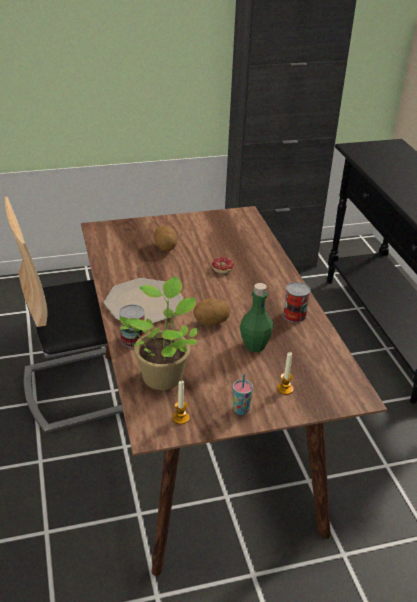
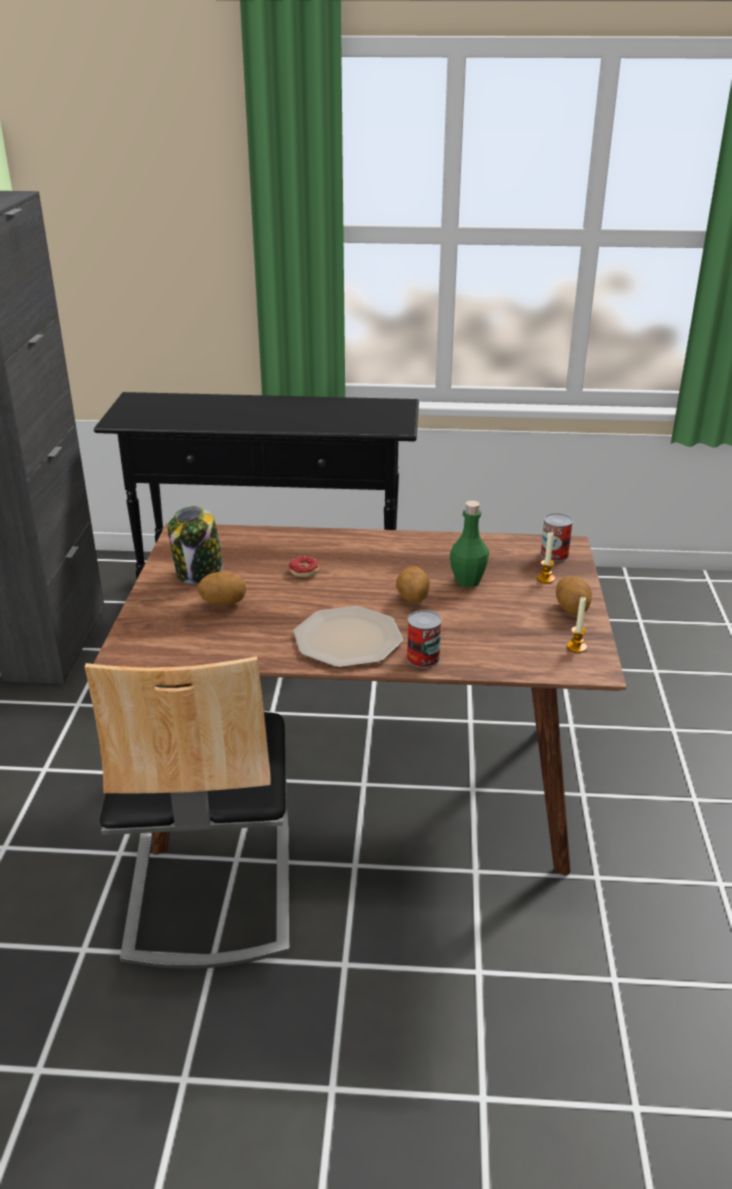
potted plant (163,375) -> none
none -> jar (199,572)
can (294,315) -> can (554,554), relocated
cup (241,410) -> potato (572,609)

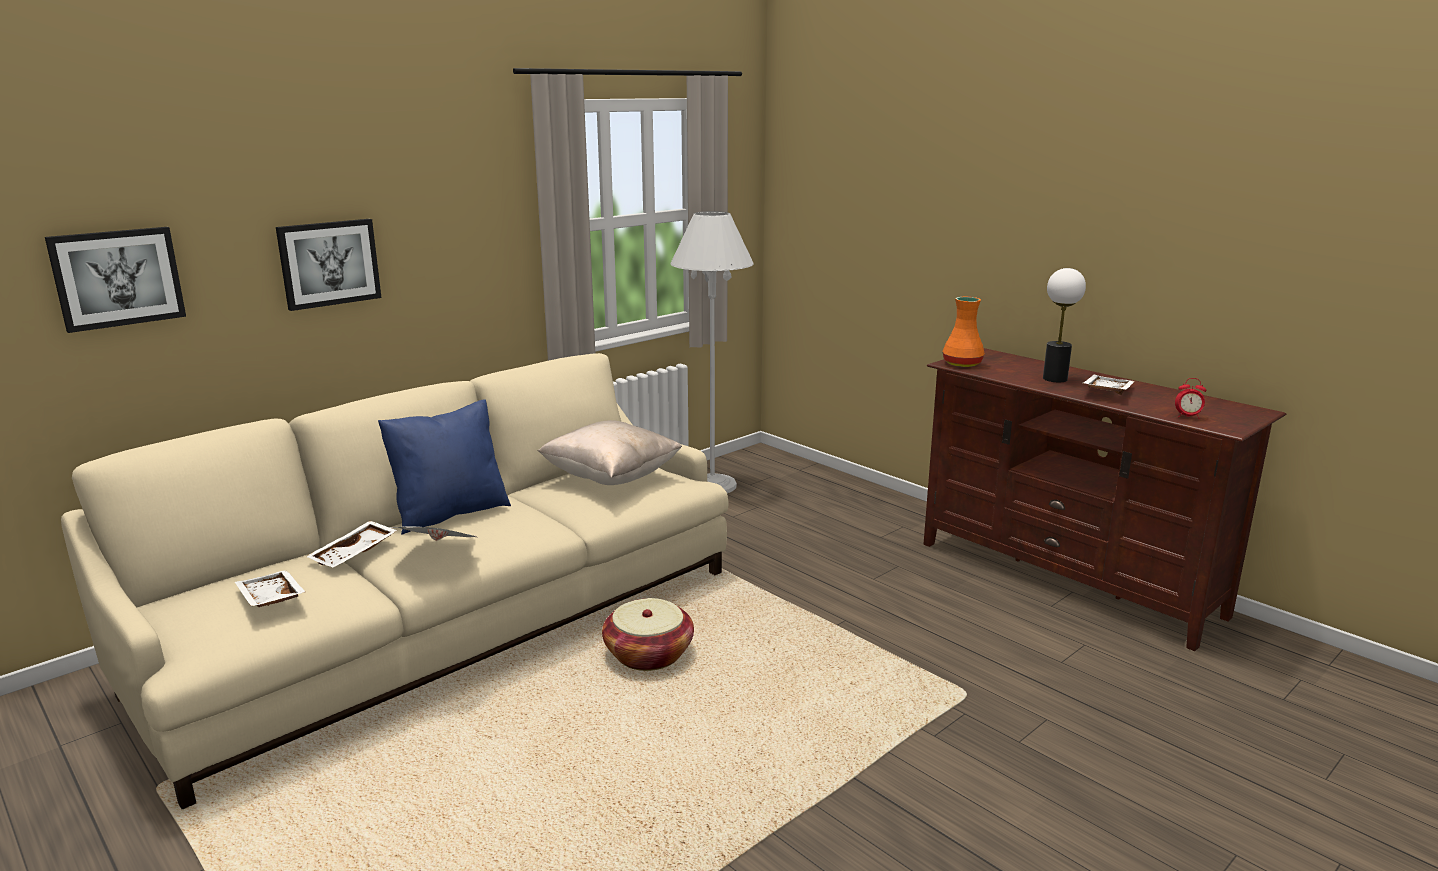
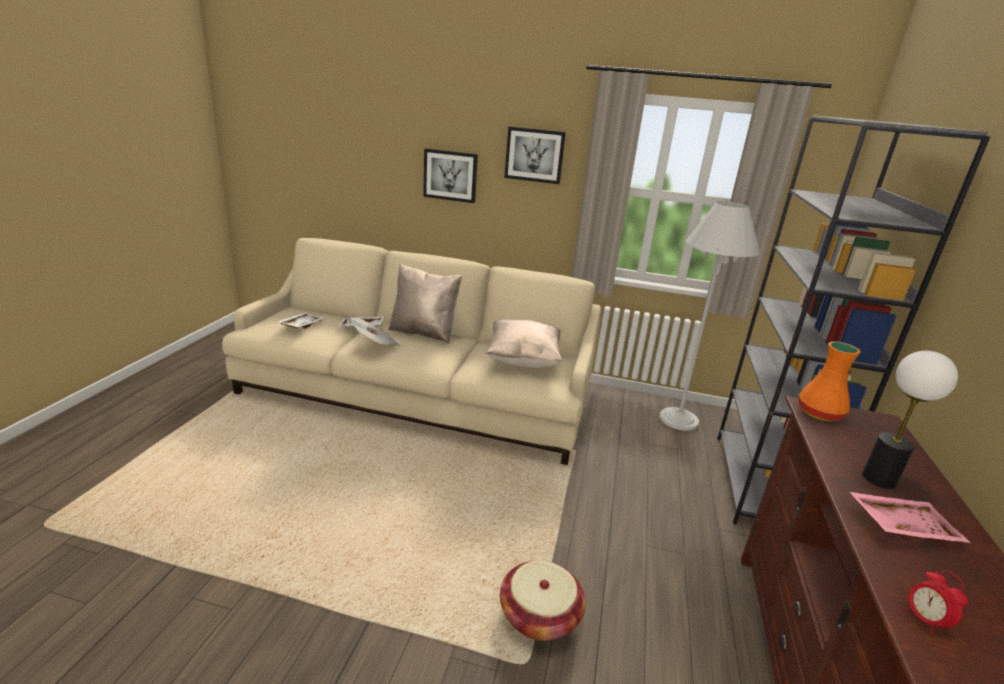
none -> grey bookcase (763,484)
picture (117,278) -> picture (534,155), relocated
basket (648,654) -> basket (539,615), relocated
blue pillow (450,513) -> beige pillow (424,332)
white tray (1106,392) -> pink tray (901,526)

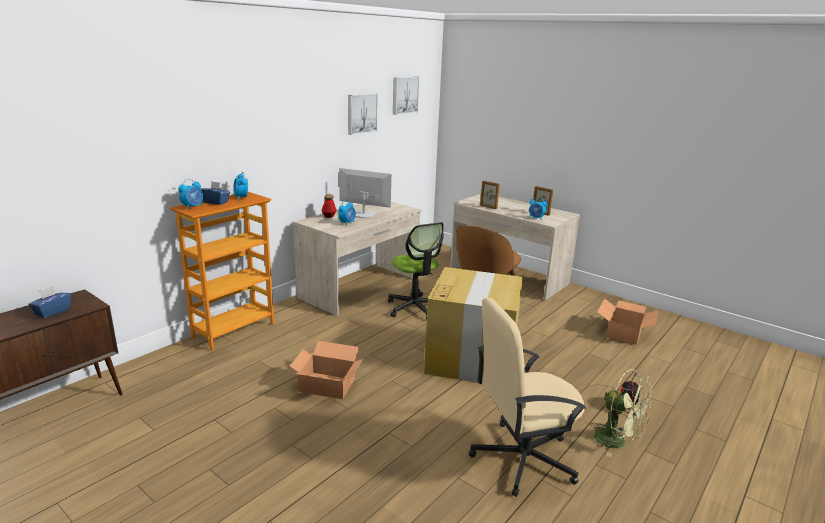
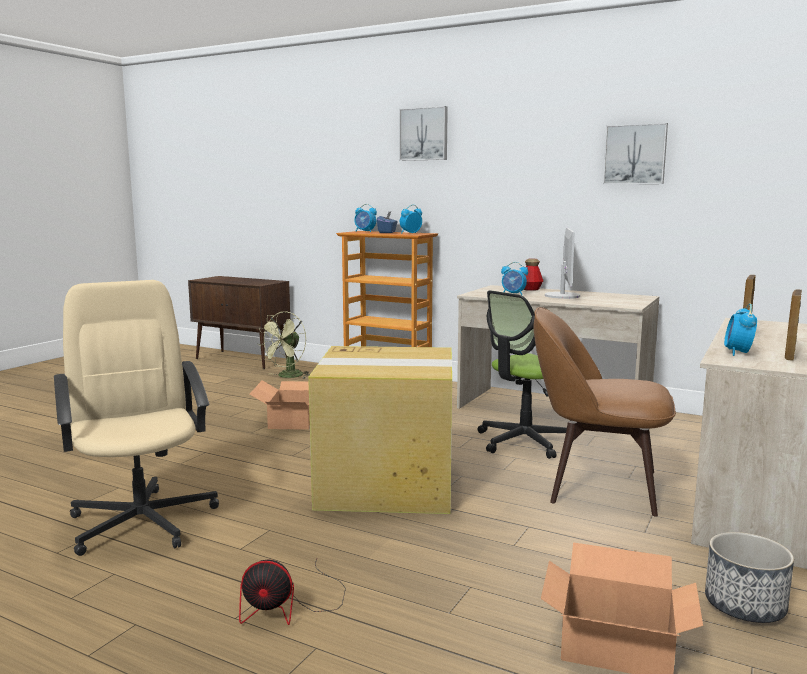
blue tissue box (52,312) -> none
none -> planter (745,606)
picture (404,95) -> picture (424,134), relocated
green fan (616,441) -> green fan (287,376), relocated

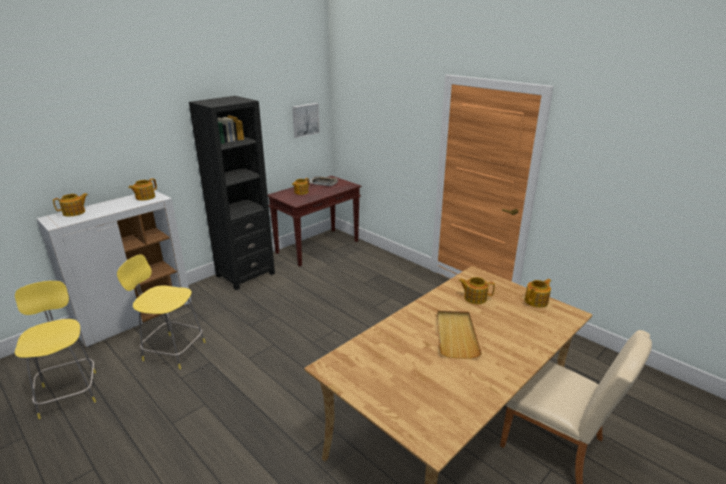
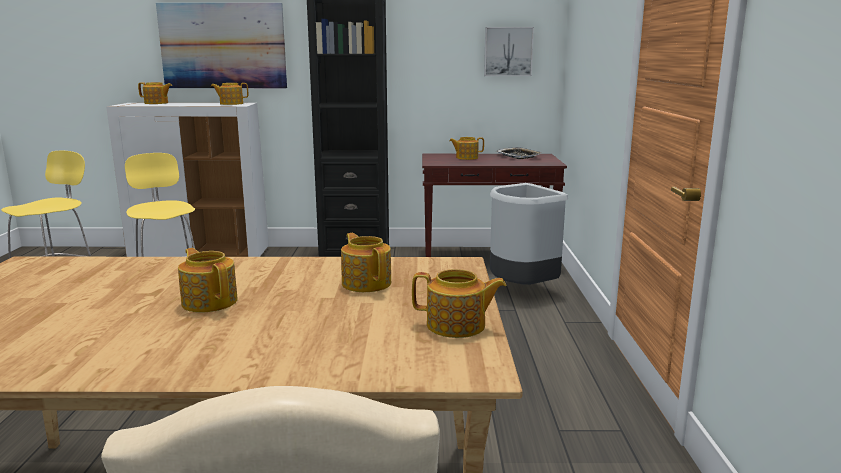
none -> picture (223,46)
none -> grey trash can (521,289)
beige tray (456,335) -> teapot (210,301)

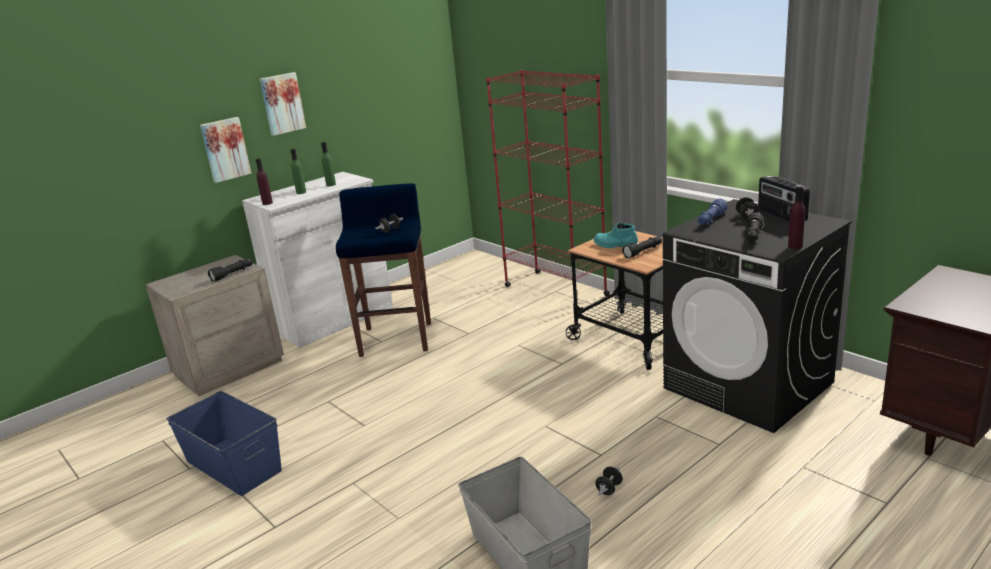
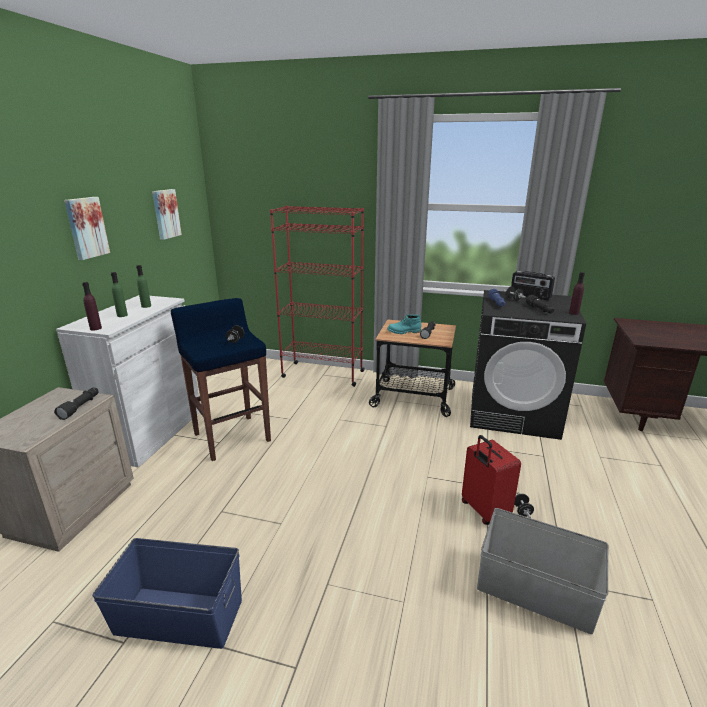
none -> red suitcase (483,510)
picture (225,149) -> picture (165,214), relocated

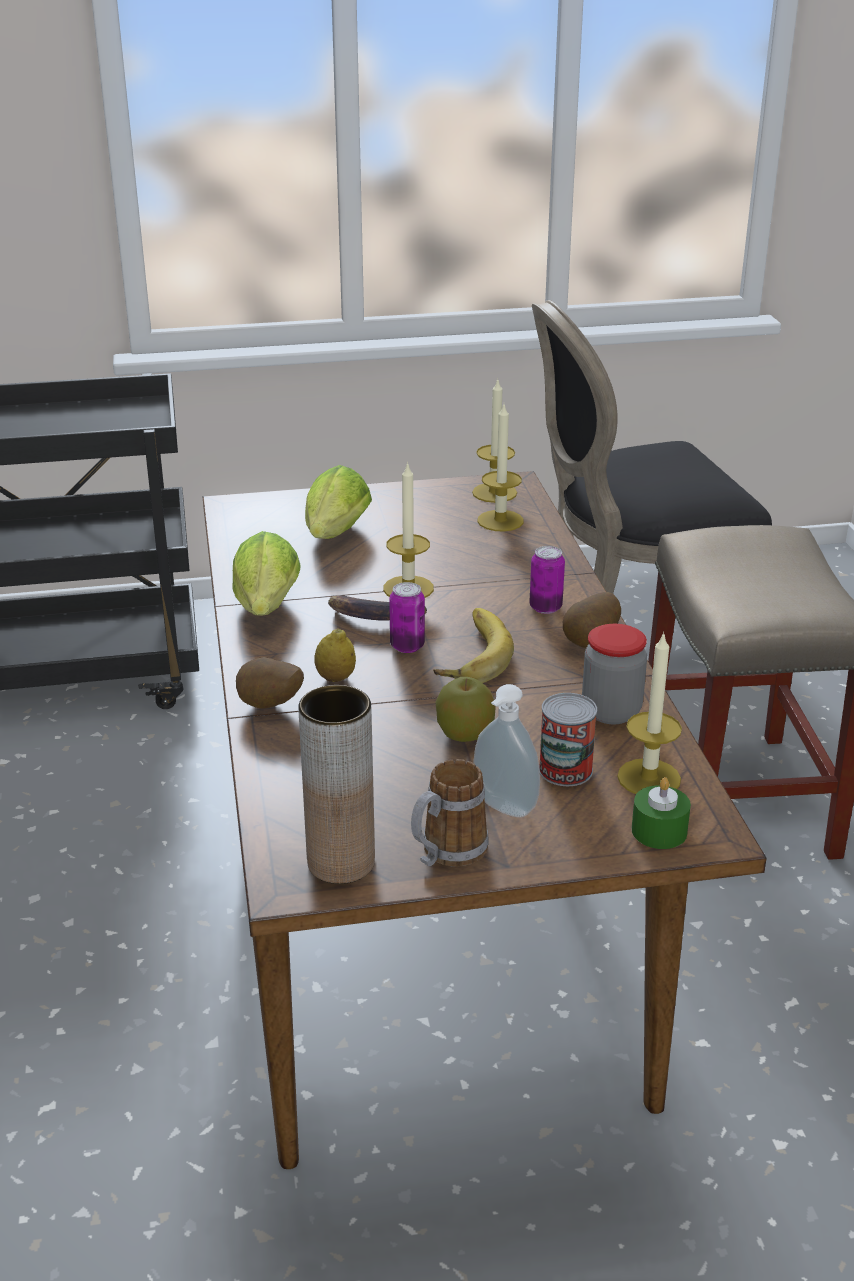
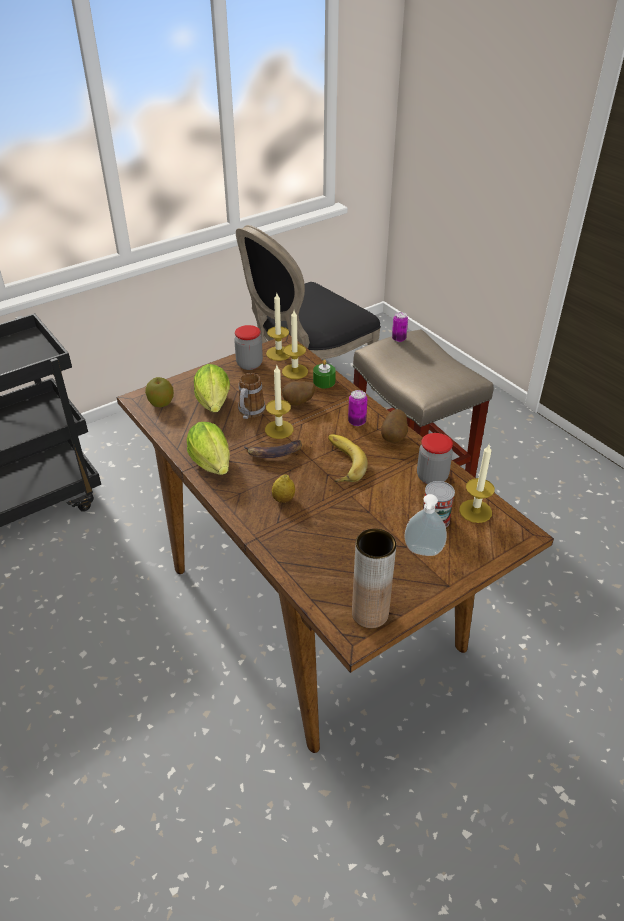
none -> jar (249,364)
potato (269,707) -> potato (298,404), relocated
can (407,646) -> can (398,339), relocated
mug (446,854) -> mug (249,413), relocated
apple (464,734) -> apple (161,403), relocated
green candle (659,831) -> green candle (324,382), relocated

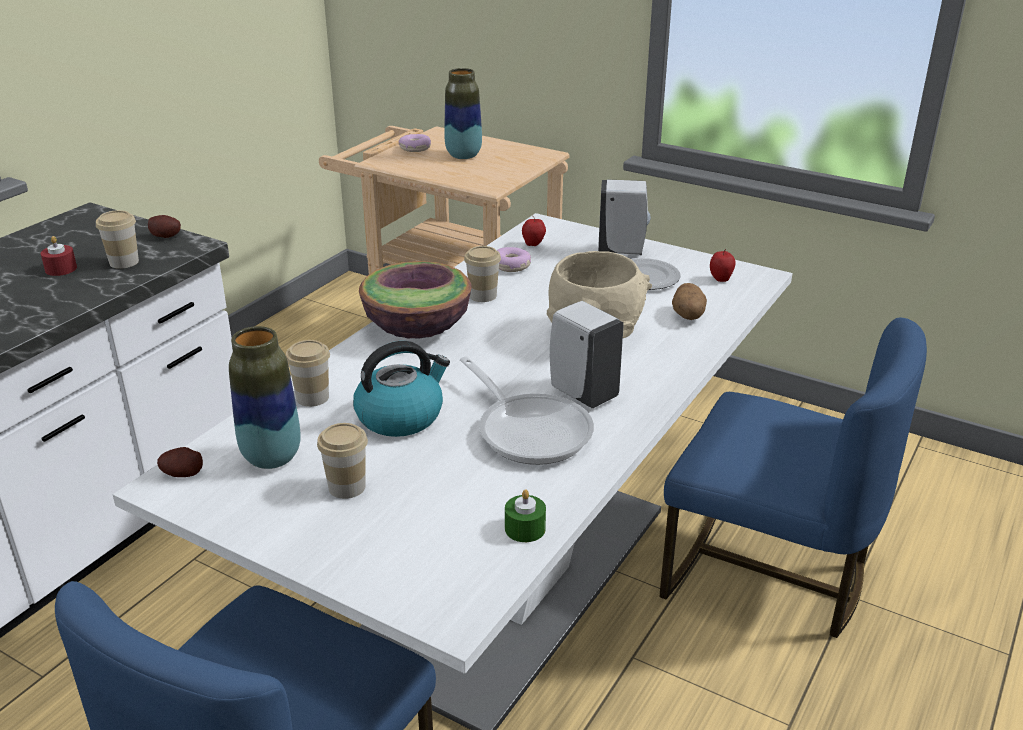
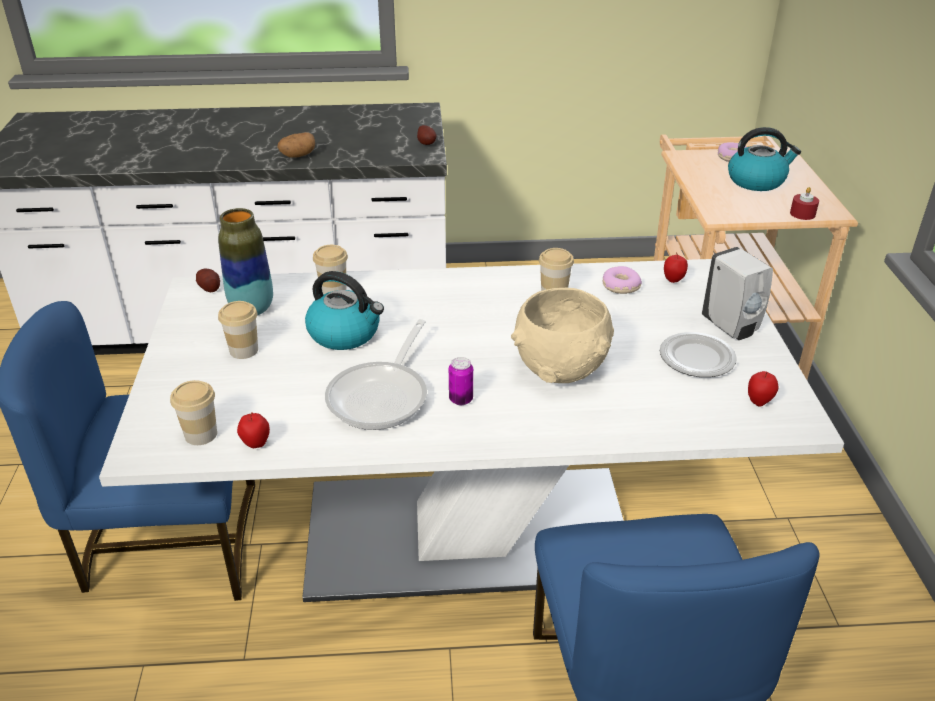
bowl (418,328) -> none
red candle (61,269) -> red candle (802,214), relocated
cup (124,262) -> cup (201,434), relocated
potato (688,316) -> potato (297,156), relocated
vase (463,155) -> kettle (757,181)
green candle (525,528) -> apple (256,444)
white soap dispenser (582,393) -> can (461,399)

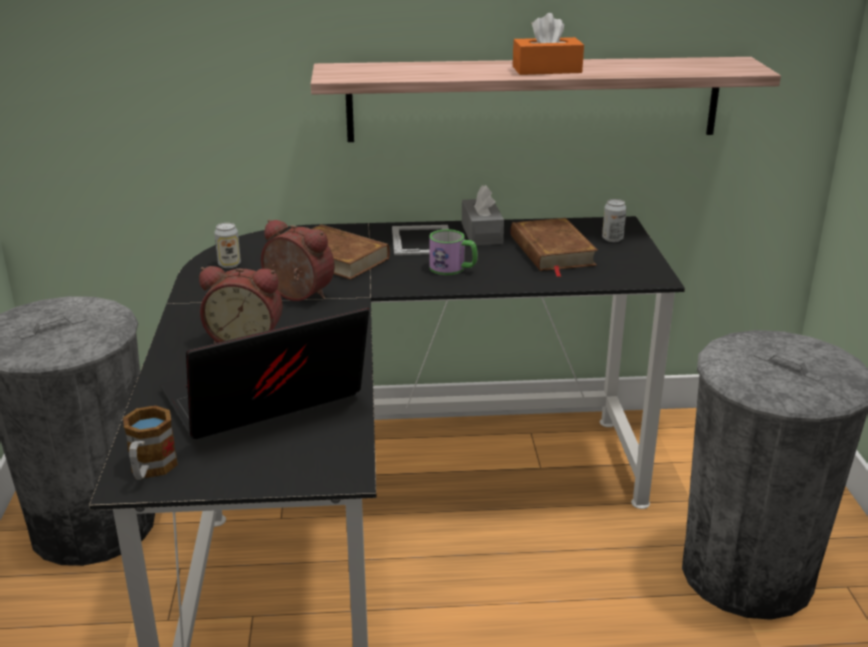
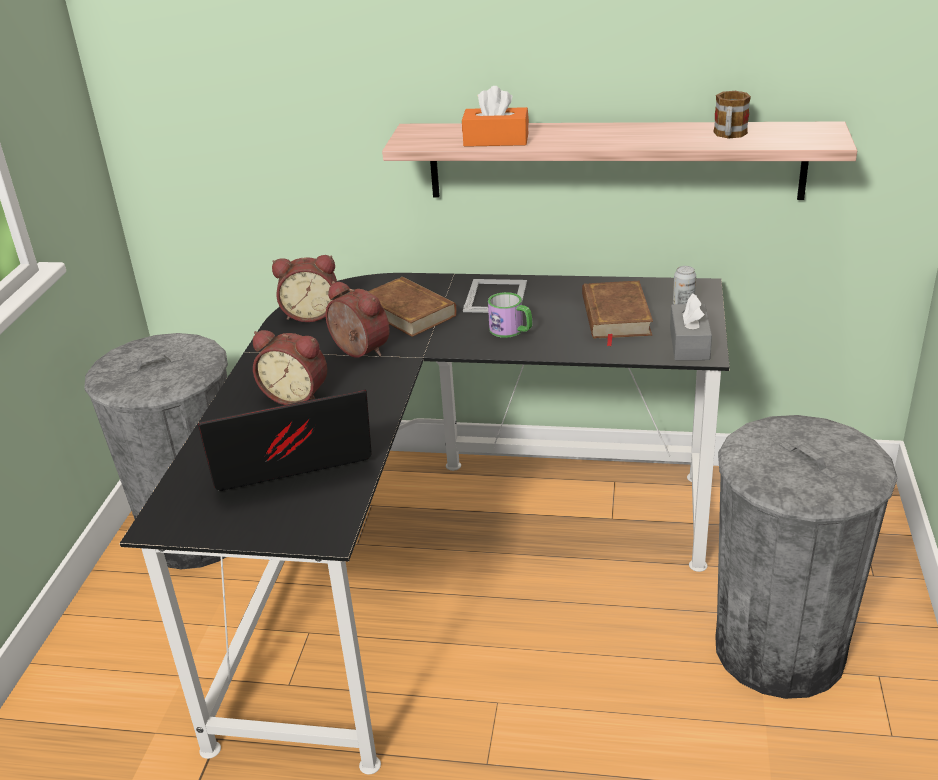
mug (150,470) -> mug (729,135), relocated
grey tissue box (481,233) -> grey tissue box (689,344), relocated
orange tissue box (547,70) -> orange tissue box (496,140), relocated
can (229,265) -> alarm clock (311,314)

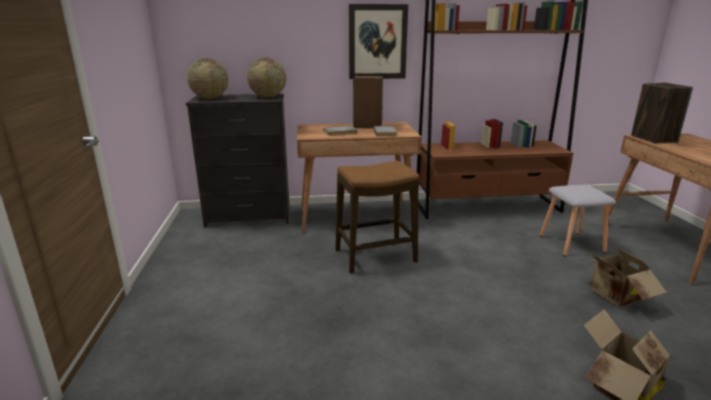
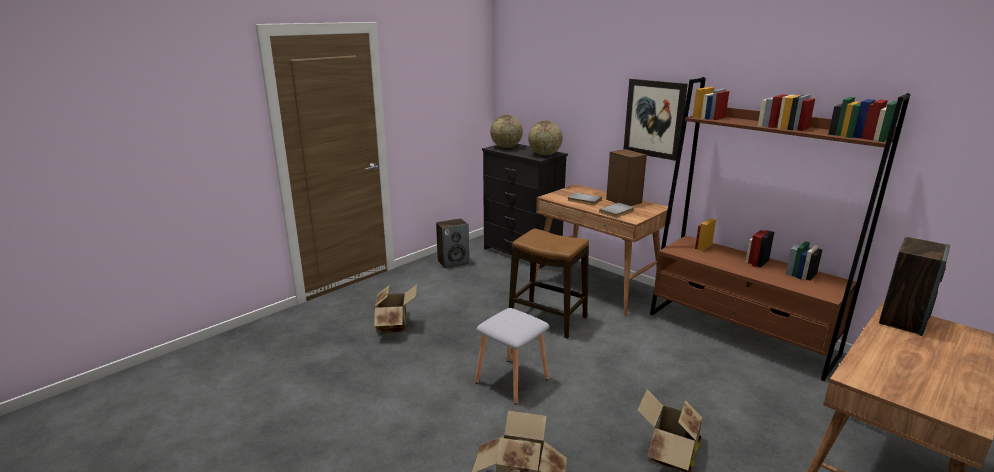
none -> cardboard box (395,325)
none -> speaker (453,262)
grey stool (570,243) -> grey stool (512,380), relocated

